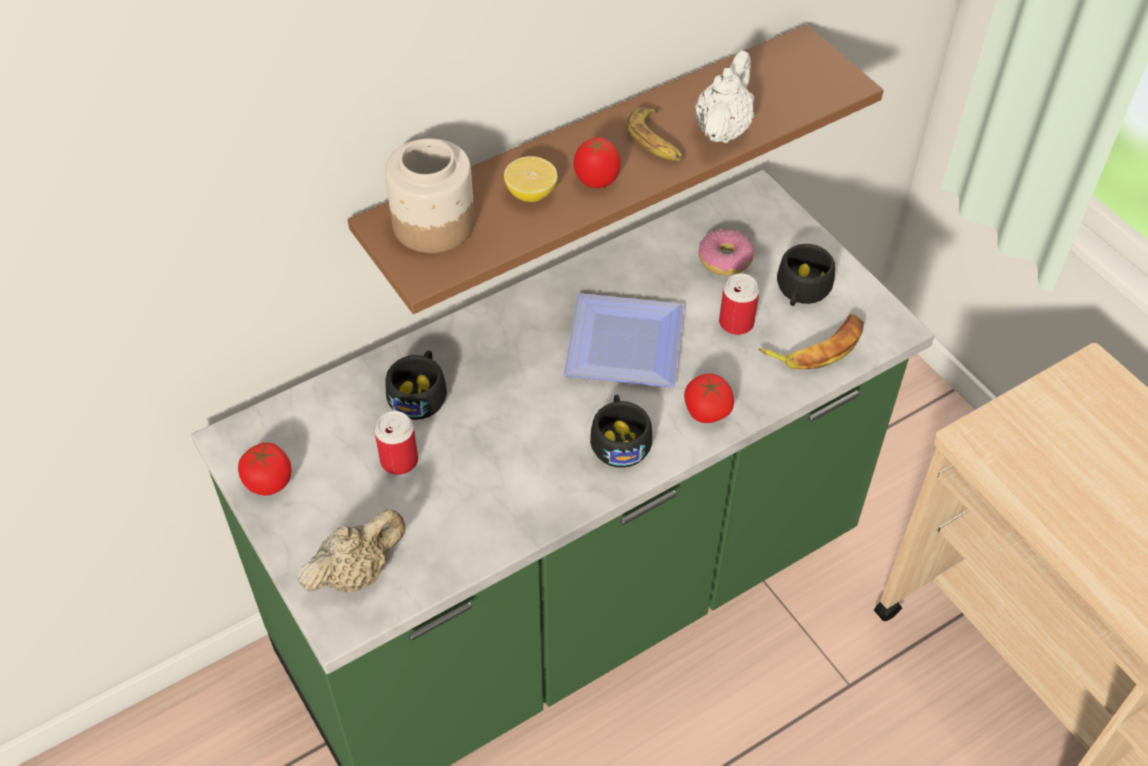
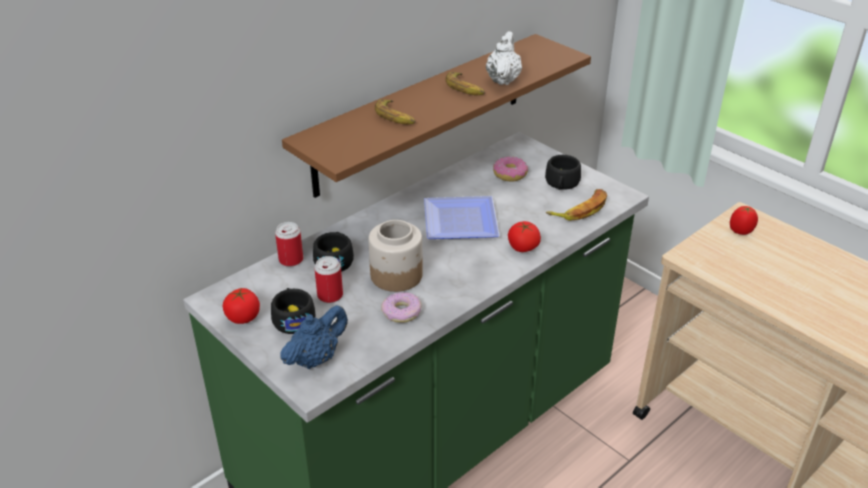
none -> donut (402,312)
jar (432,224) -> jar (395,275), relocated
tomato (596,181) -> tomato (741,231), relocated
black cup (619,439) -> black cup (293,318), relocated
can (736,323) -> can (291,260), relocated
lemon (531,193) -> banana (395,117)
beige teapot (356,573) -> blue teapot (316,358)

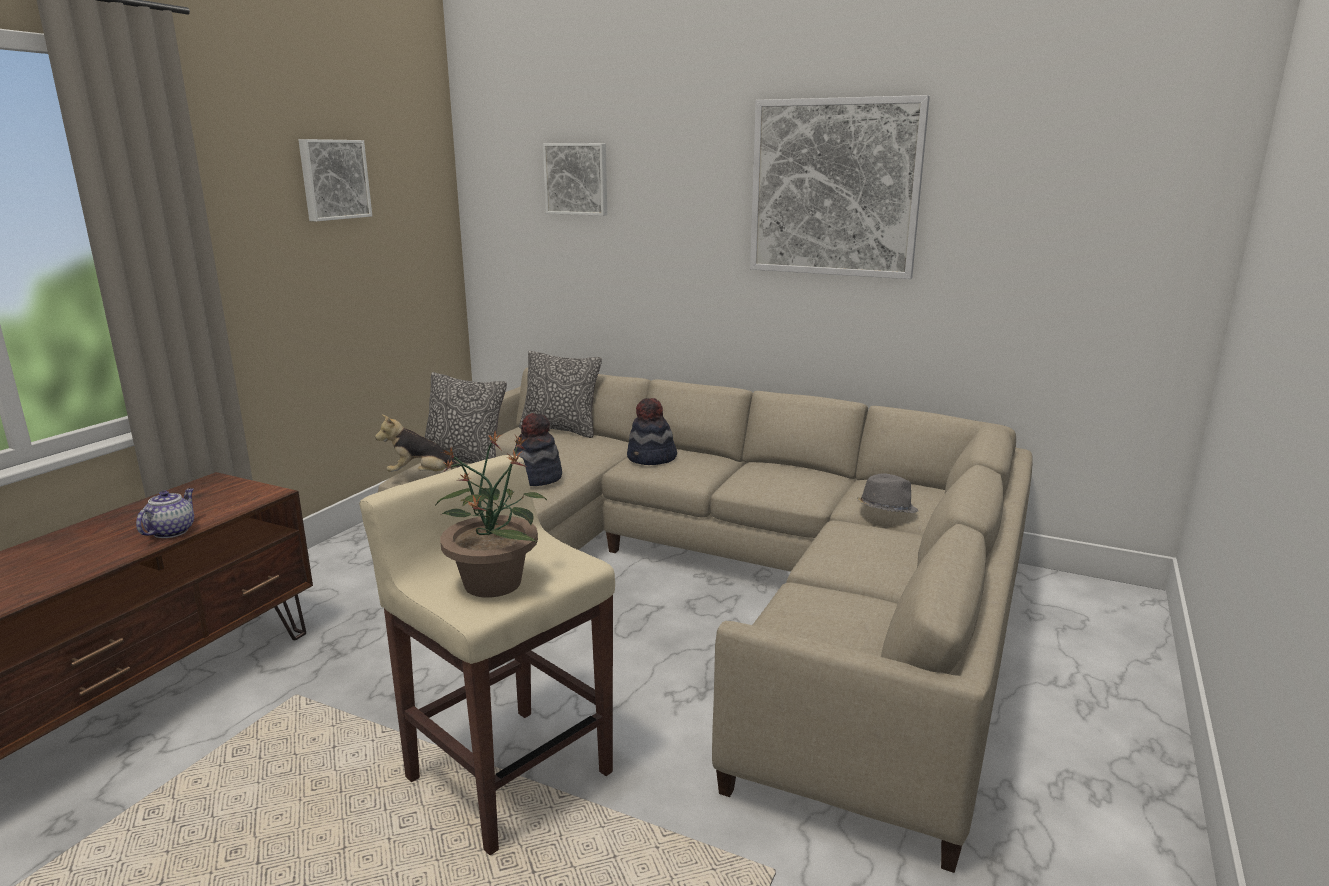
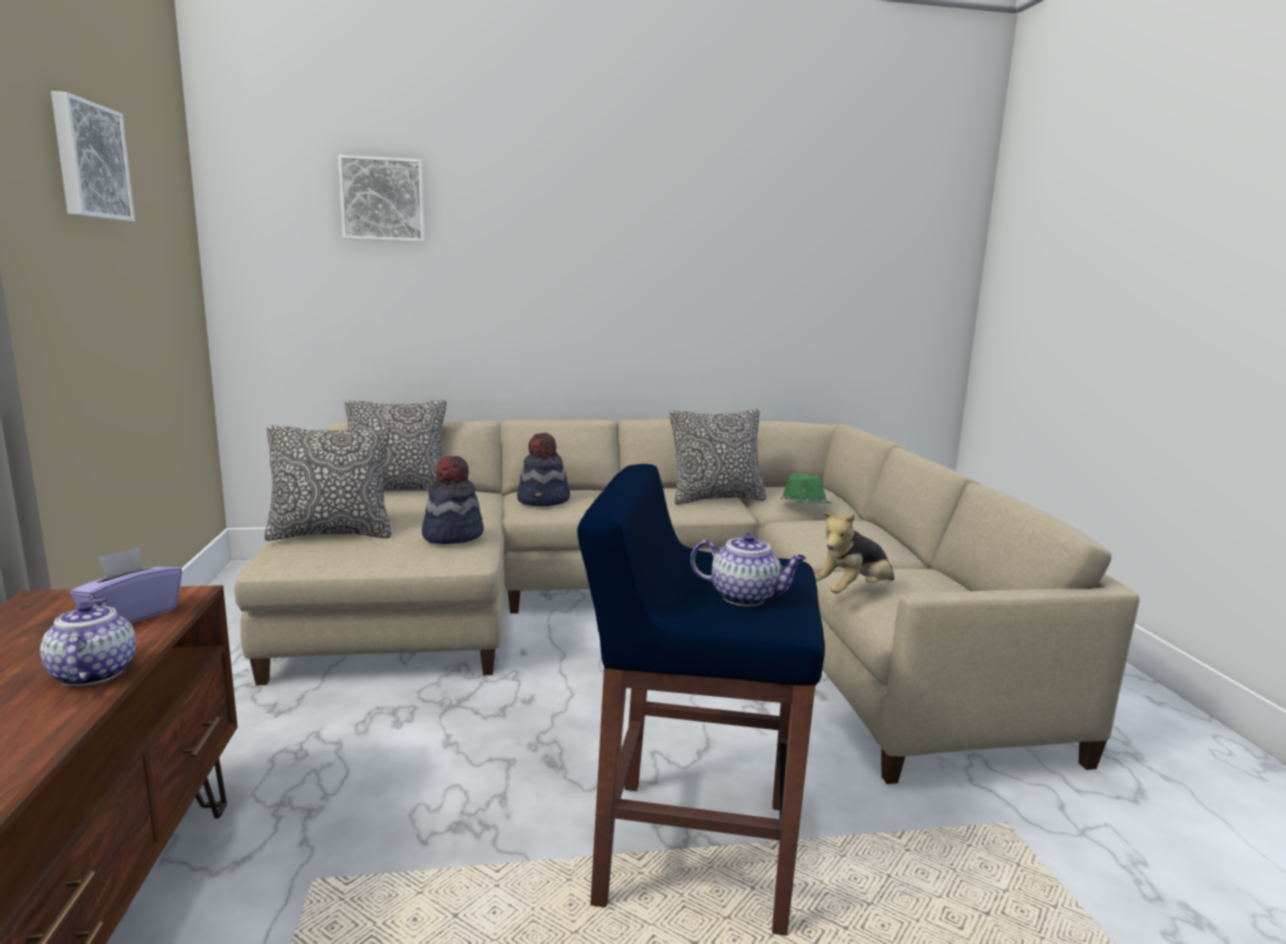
picture (834,188) -> none
none -> purple tissue box (131,615)
none -> pillow (716,498)
plush toy (423,476) -> plush toy (853,592), relocated
potted plant (493,582) -> teapot (746,597)
beige stool (507,773) -> blue stool (691,850)
grey hat (885,510) -> green hat (803,506)

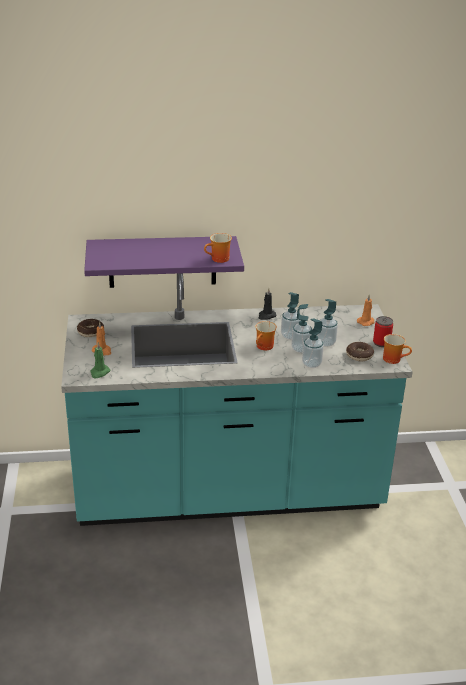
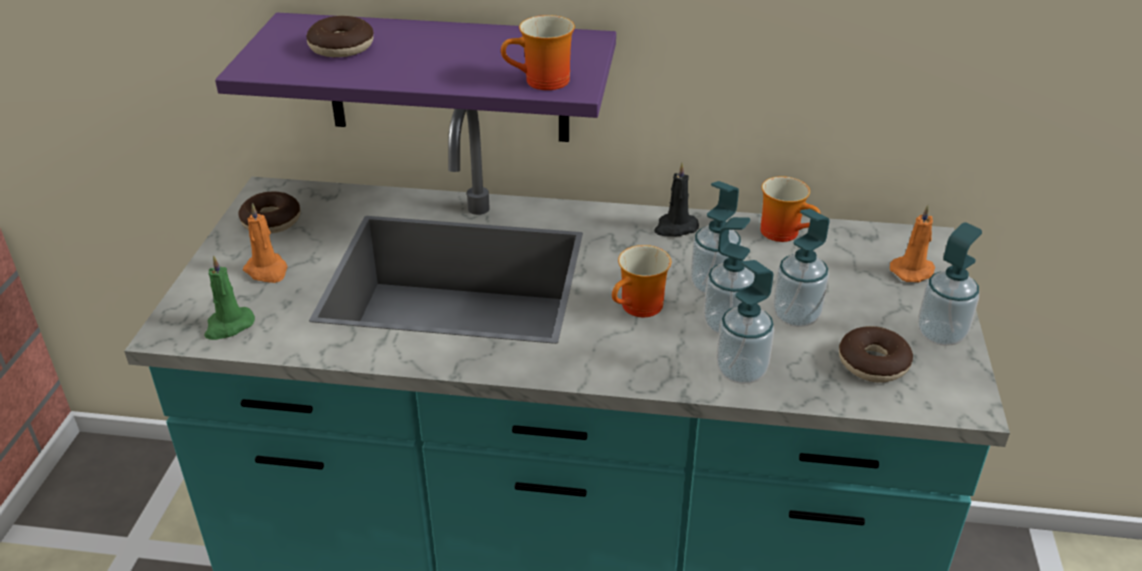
none -> donut (341,47)
mug (394,359) -> mug (785,232), relocated
can (381,343) -> soap dispenser (940,334)

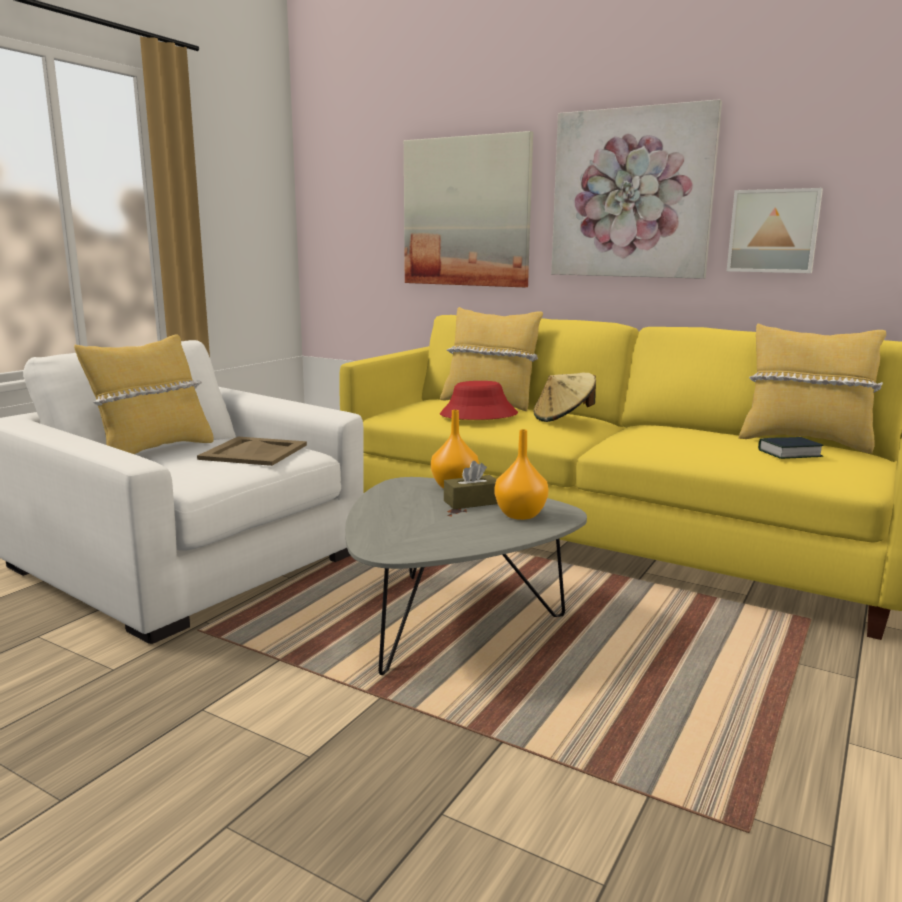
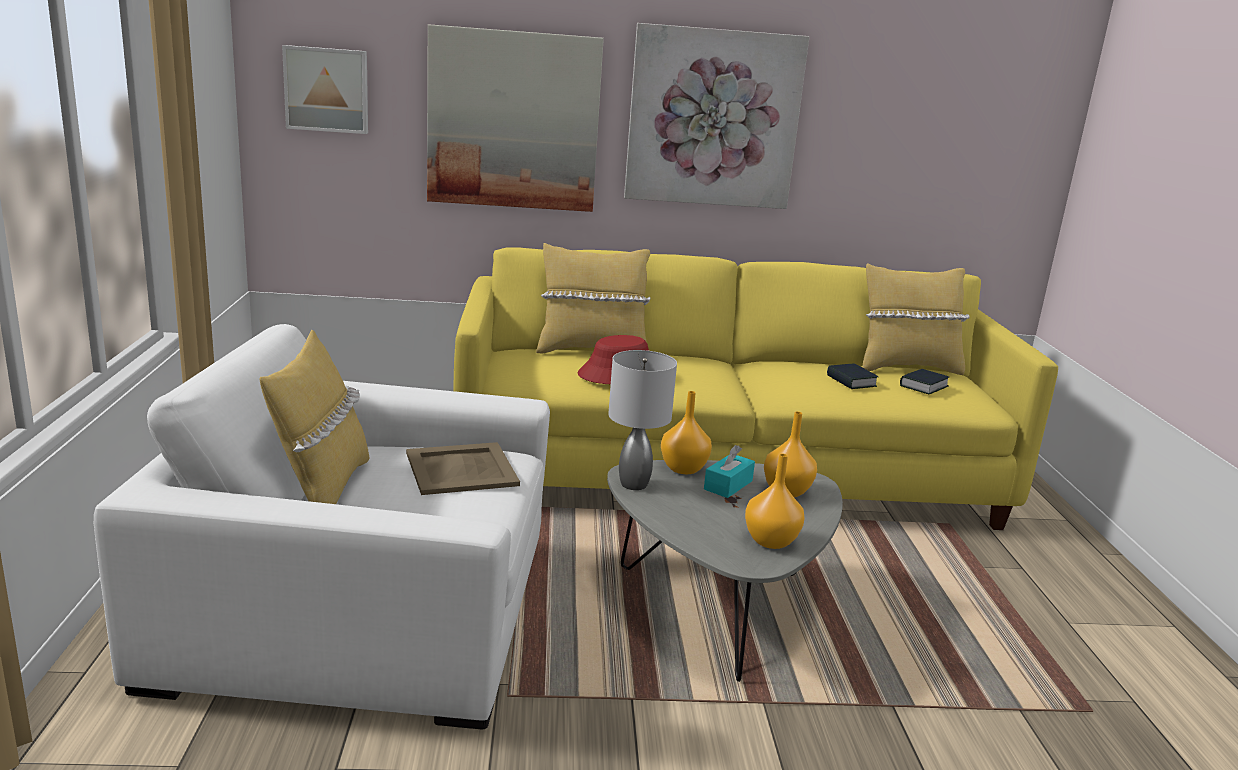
beige hat (563,418) -> none
none -> grey table lamp (633,484)
none -> orange vase (772,541)
none -> book (851,381)
picture (773,231) -> picture (327,89), relocated
brown tissue box (472,502) -> turquoise tissue box (728,485)

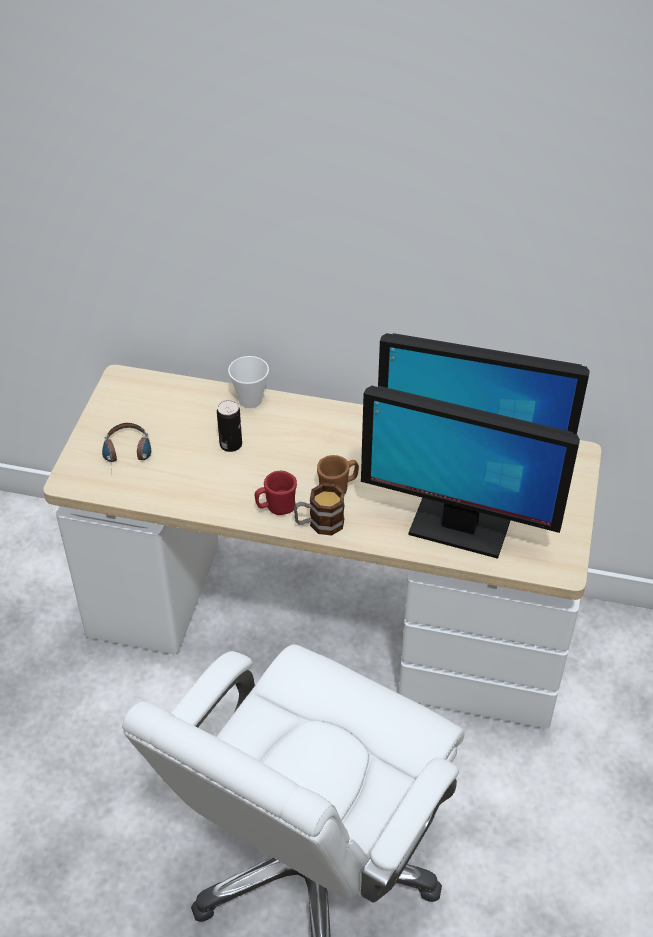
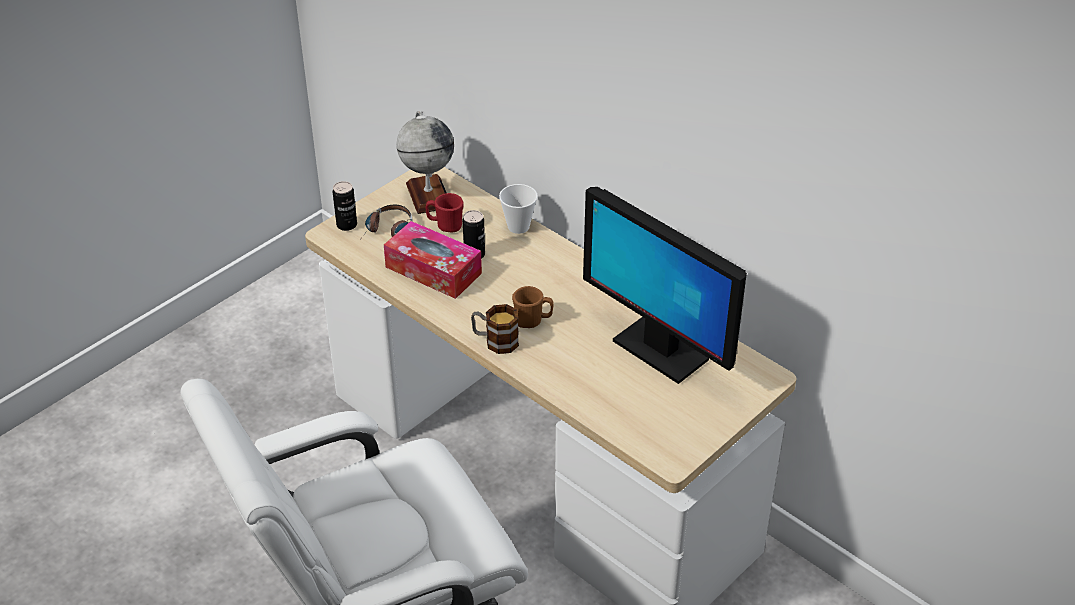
monitor (458,528) -> none
none -> can (346,225)
none -> tissue box (433,270)
none -> globe (428,195)
red mug (276,507) -> red mug (445,225), relocated

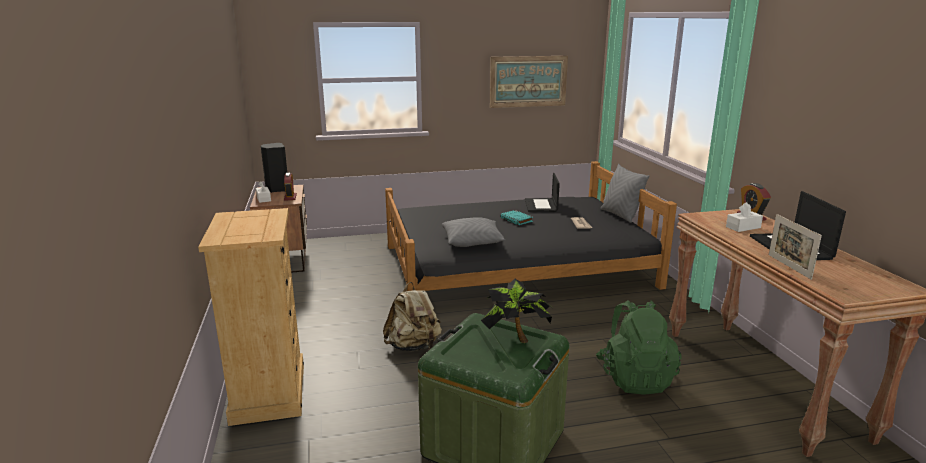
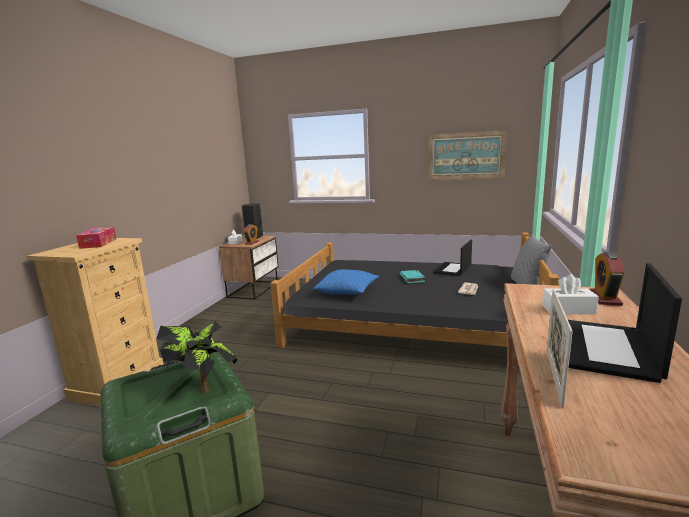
beige backpack (413,346) -> none
green backpack (635,378) -> none
none -> tissue box (98,243)
grey pillow (472,242) -> blue pillow (347,291)

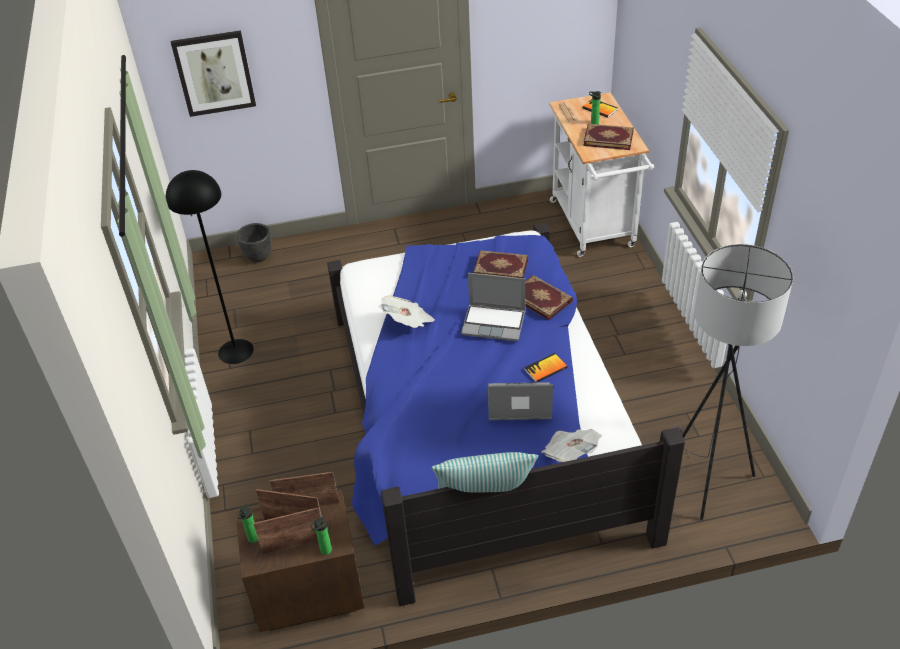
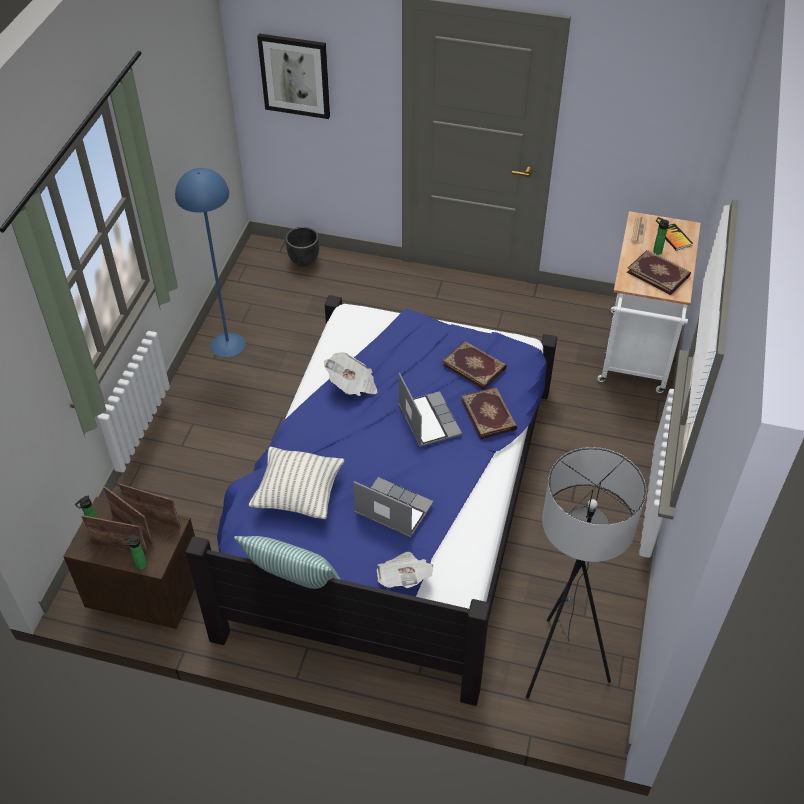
book (545,369) -> none
none -> pillow (298,495)
black floor lamp (235,351) -> blue floor lamp (228,344)
laptop (494,323) -> laptop (428,420), 150 degrees counterclockwise

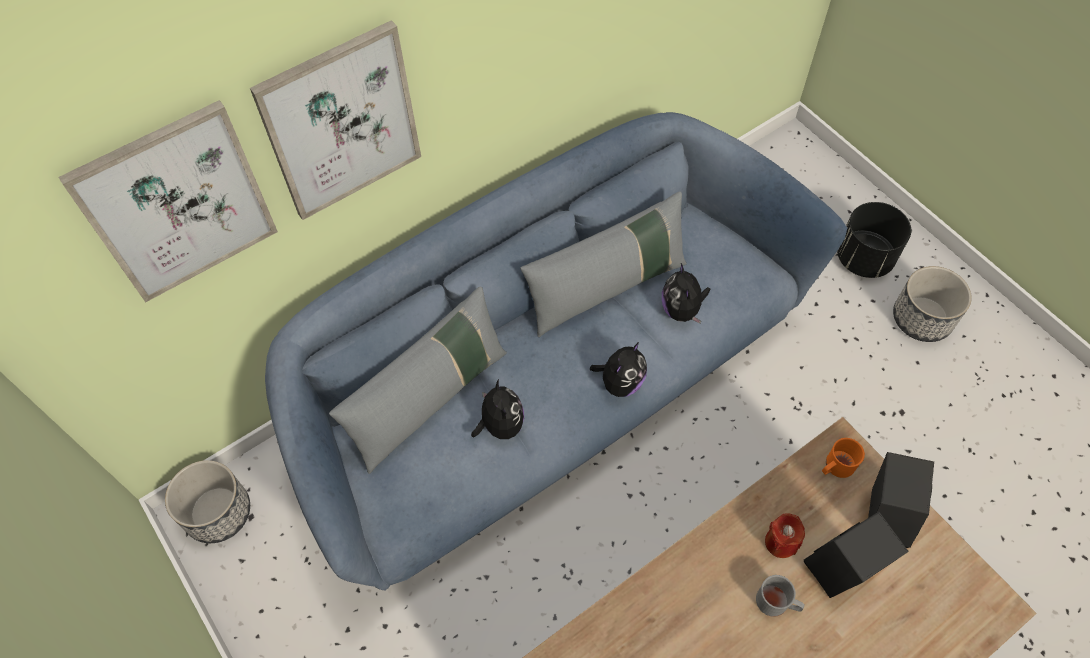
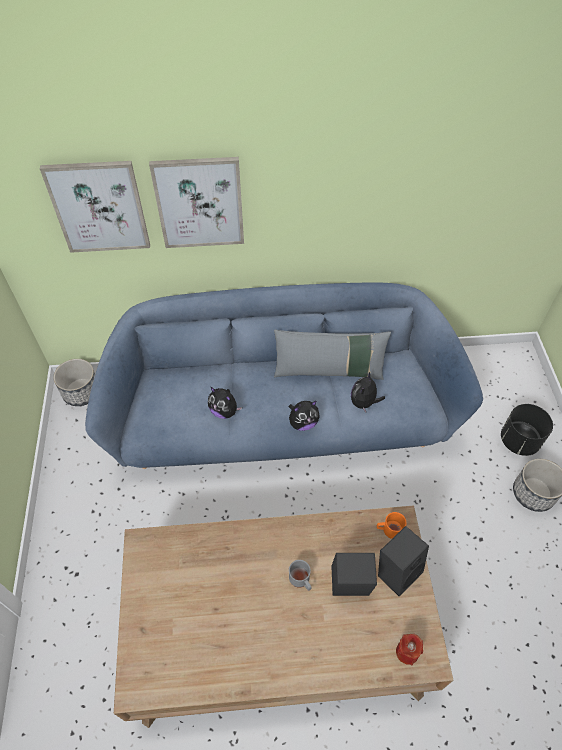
grey pillow (430,400) -> none
red candle (780,542) -> red candle (407,652), relocated
plush toy (500,425) -> plush toy (224,411), 105 degrees clockwise

